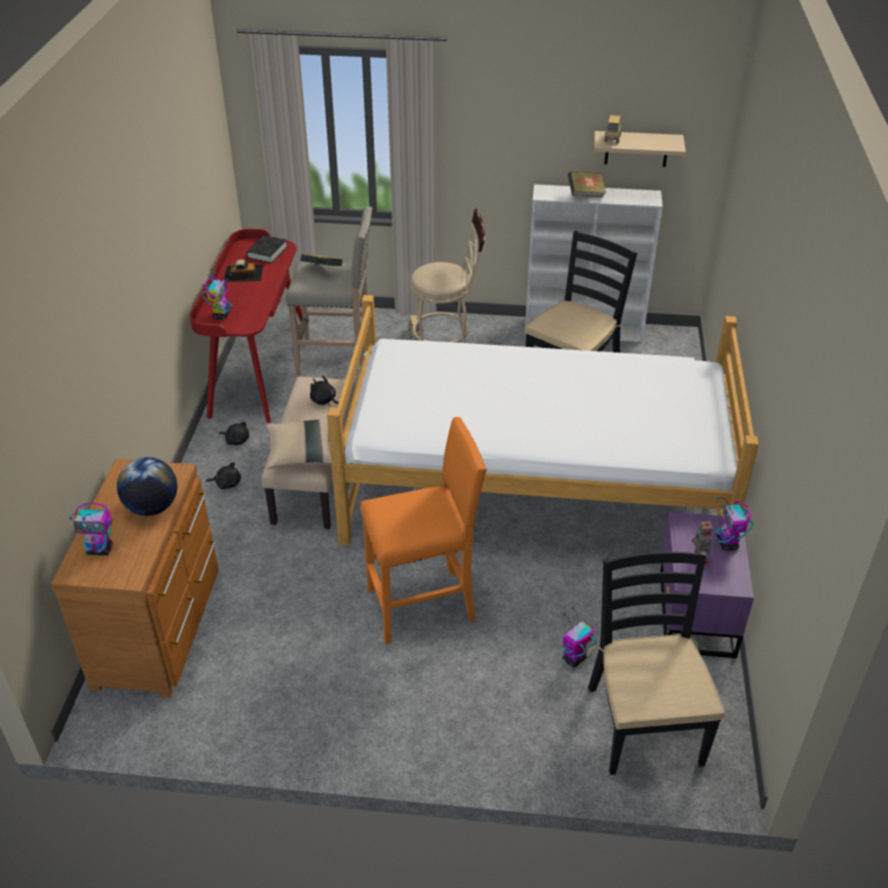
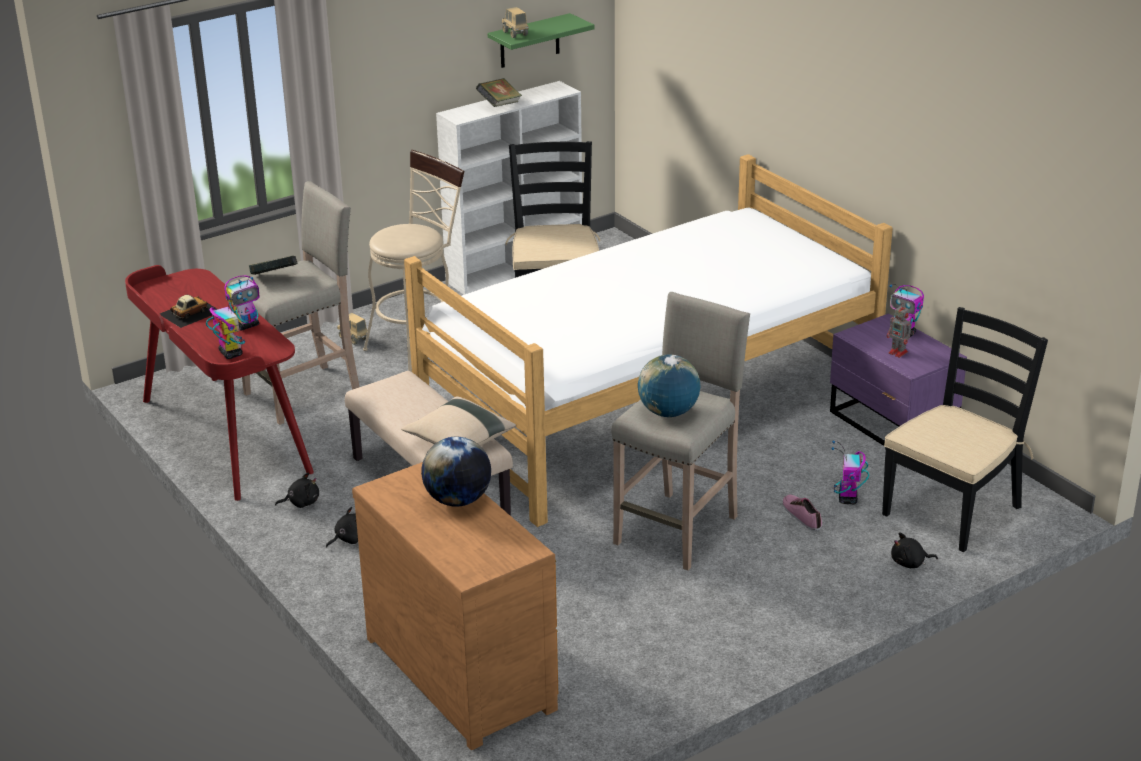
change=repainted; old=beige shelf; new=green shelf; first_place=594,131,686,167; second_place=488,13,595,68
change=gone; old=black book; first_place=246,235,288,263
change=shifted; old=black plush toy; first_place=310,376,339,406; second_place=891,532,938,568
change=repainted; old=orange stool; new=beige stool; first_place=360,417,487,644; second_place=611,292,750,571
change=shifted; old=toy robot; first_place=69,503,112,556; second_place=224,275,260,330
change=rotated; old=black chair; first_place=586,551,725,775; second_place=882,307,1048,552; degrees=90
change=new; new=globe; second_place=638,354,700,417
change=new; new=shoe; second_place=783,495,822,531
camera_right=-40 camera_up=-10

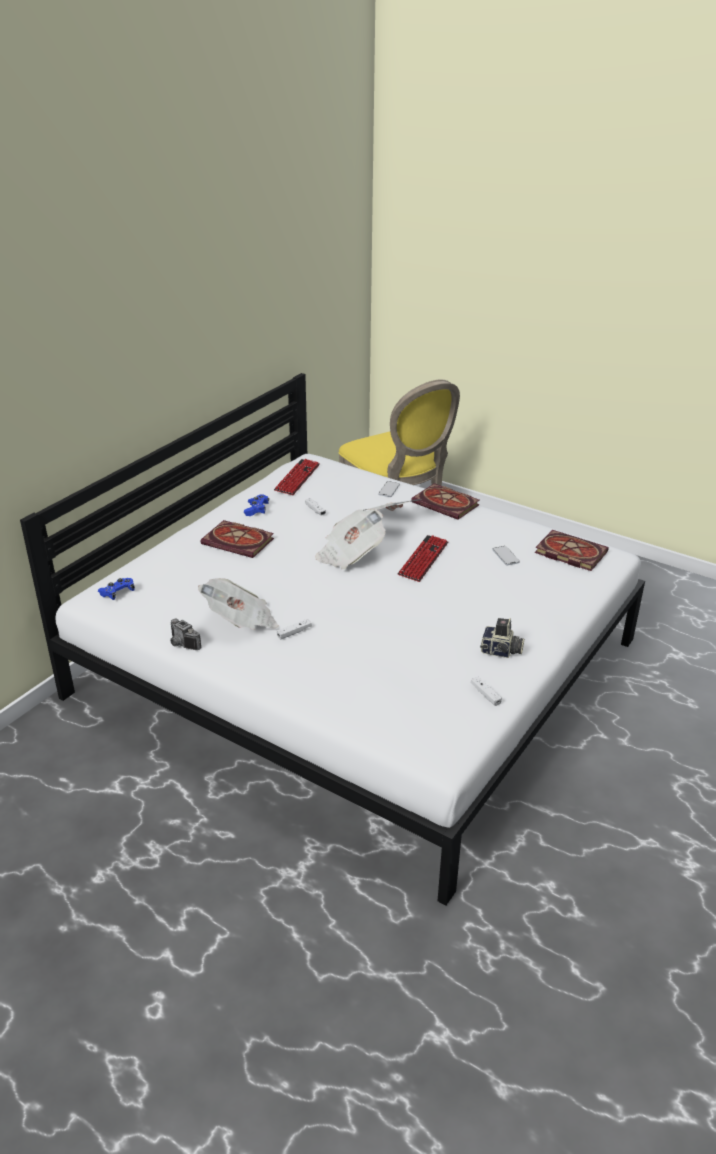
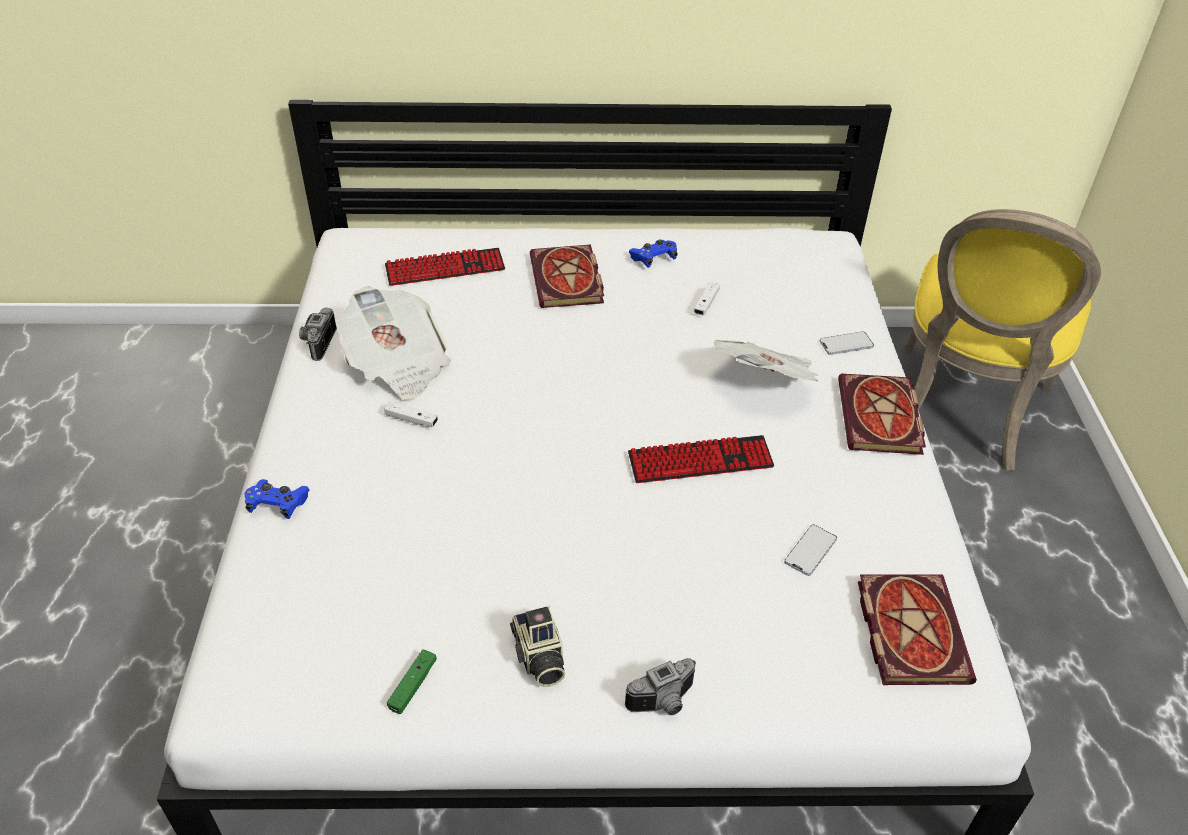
change=shifted; old=keyboard; first_place=274,459,320,495; second_place=385,248,505,286
change=gone; old=newspaper; first_place=315,509,386,569
change=shifted; old=blue game controller; first_place=98,578,135,600; second_place=244,479,310,519
change=repainted; old=white game controller; new=green game controller; first_place=471,677,502,706; second_place=387,649,437,714
change=new; new=photo camera; second_place=625,658,696,715
camera_right=55 camera_up=10

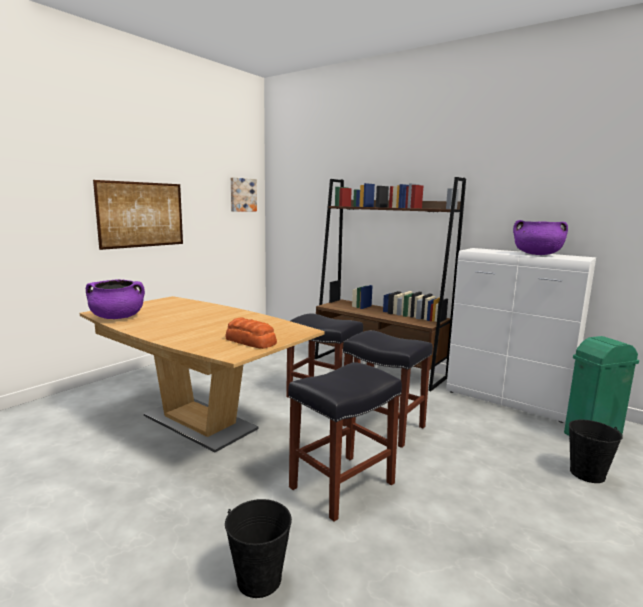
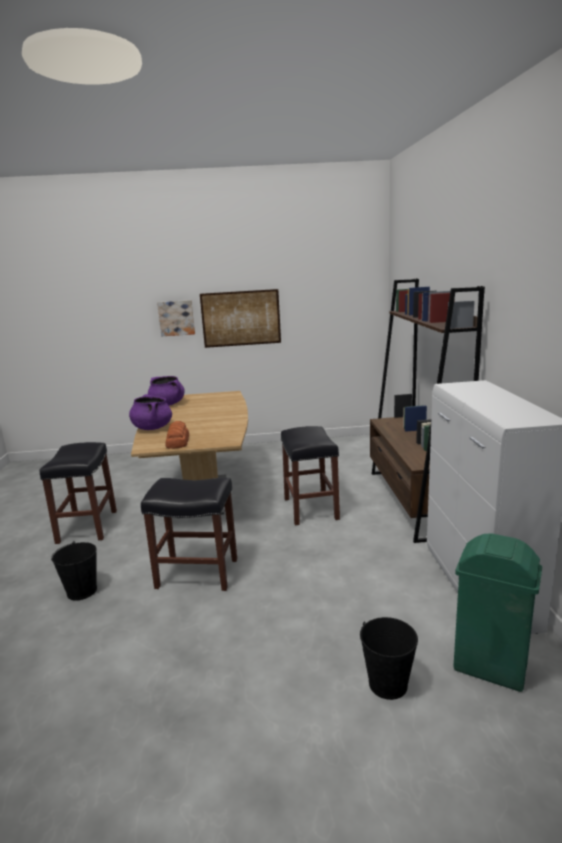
change=shifted; old=picture; first_place=231,177,257,212; second_place=157,300,195,336
change=shifted; old=purple cooking pot; first_place=513,220,568,255; second_place=129,394,172,430
change=shifted; old=black stool; first_place=343,330,433,448; second_place=40,442,117,544
camera_right=50 camera_up=5

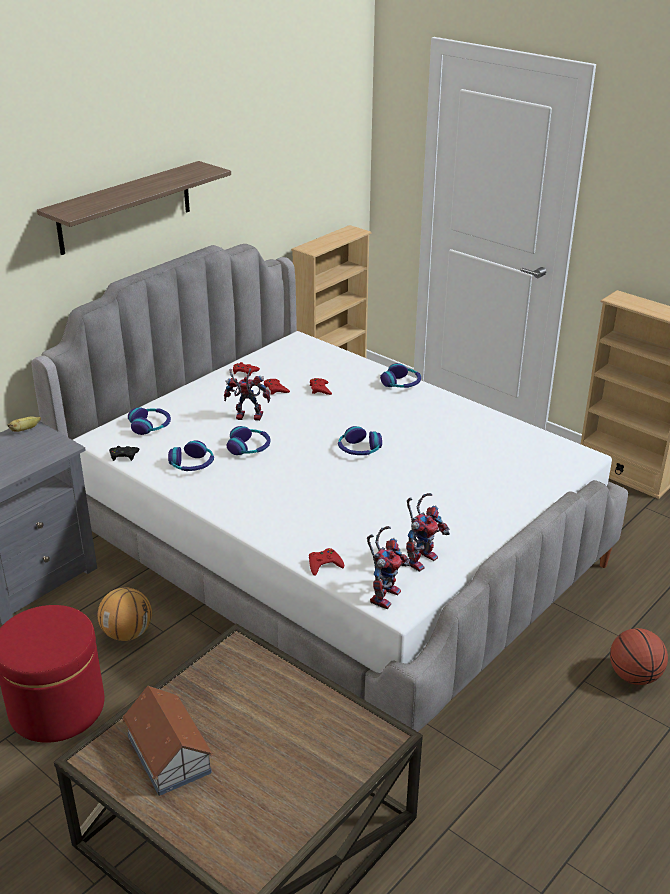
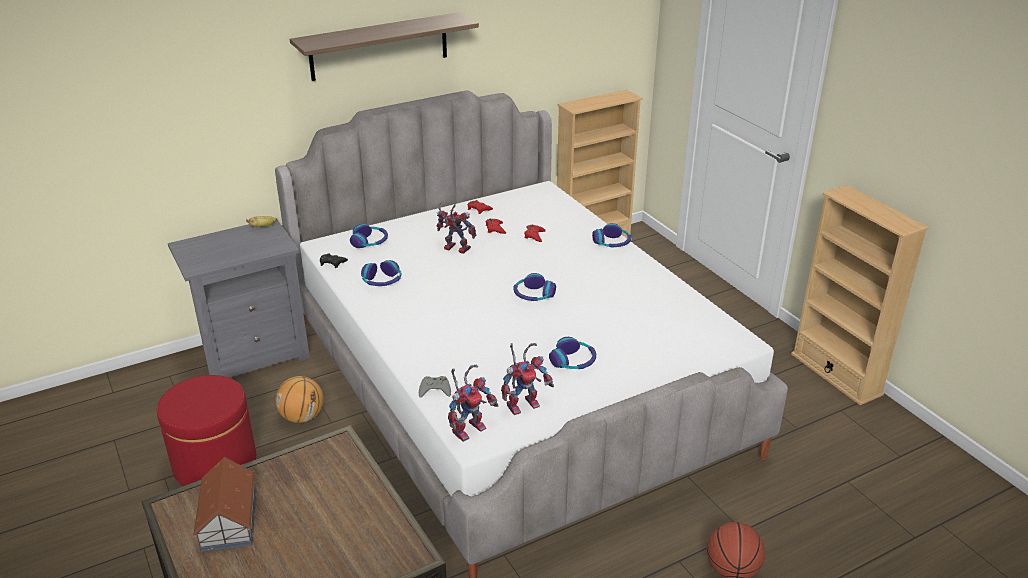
change=shifted; old=headphones; first_place=226,426,271,455; second_place=549,337,596,369
change=repainted; old=red game controller; new=grey game controller; first_place=309,548,344,576; second_place=419,376,451,398
camera_right=20 camera_up=0

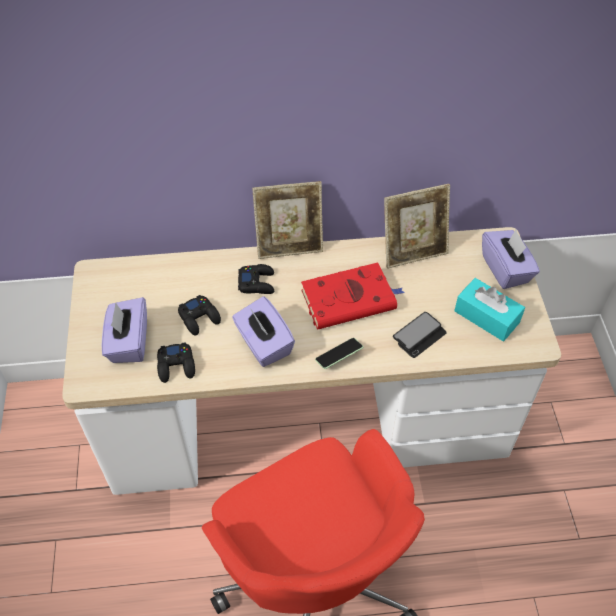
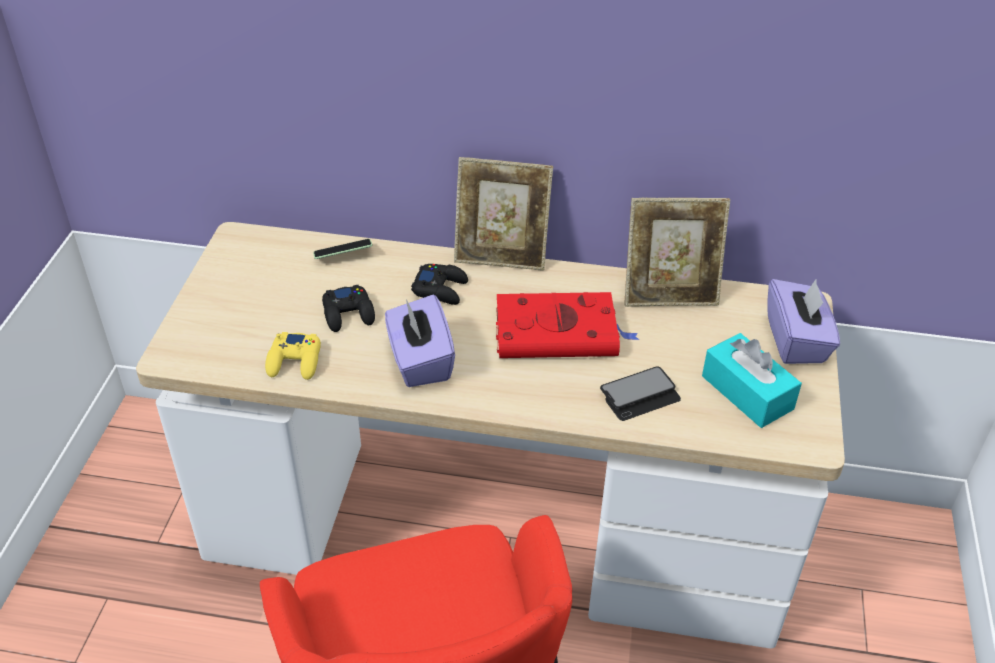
change=gone; old=purple tissue box; first_place=102,297,147,363
change=shifted; old=phone; first_place=315,338,364,369; second_place=313,239,372,259
change=repainted; old=black game controller; new=yellow game controller; first_place=157,342,195,383; second_place=265,332,321,380
camera_right=15 camera_up=-10

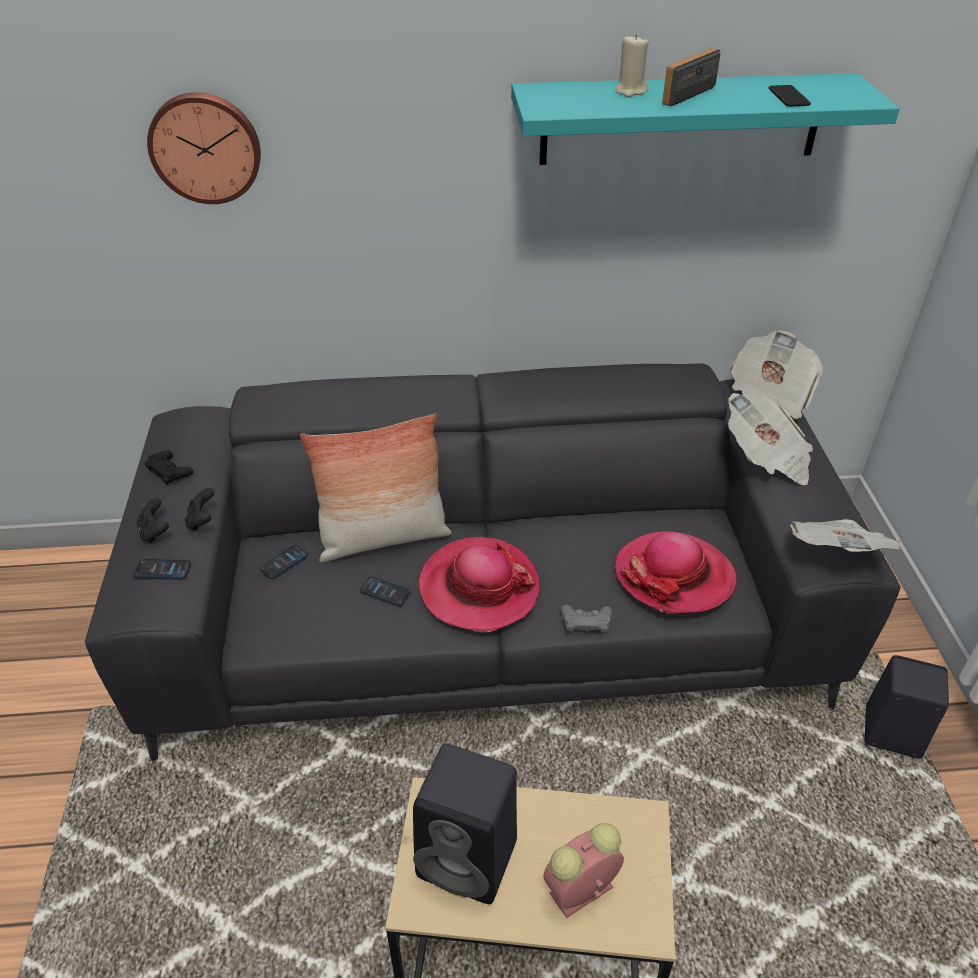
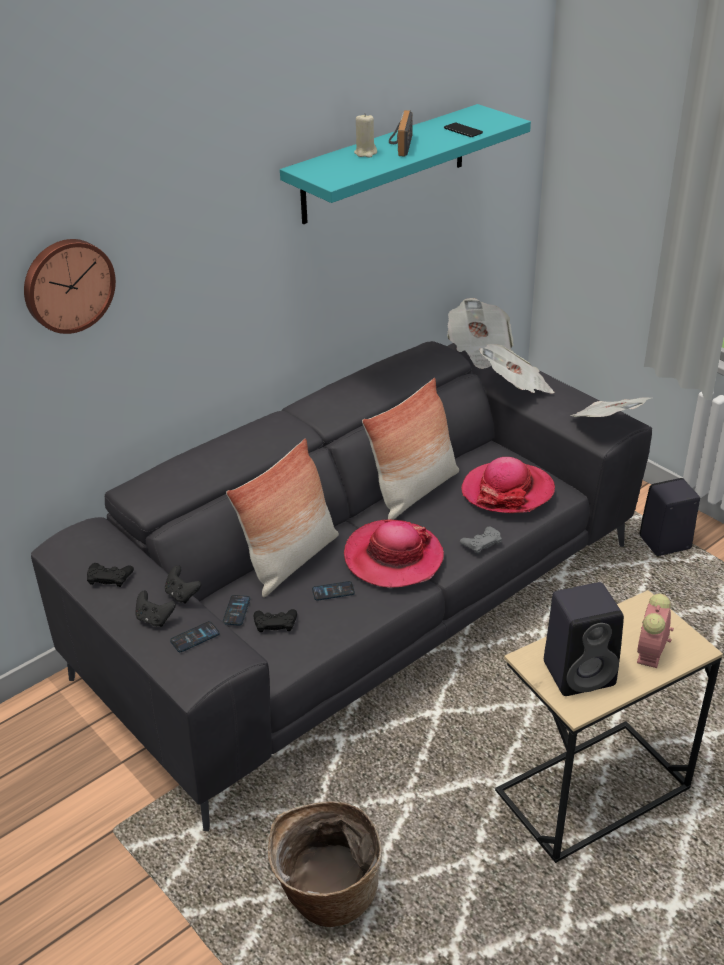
change=new; new=pillow; second_place=362,378,459,520
change=new; new=black game controller; second_place=254,609,297,632
change=new; new=basket; second_place=268,801,382,927
camera_right=-35 camera_up=-5

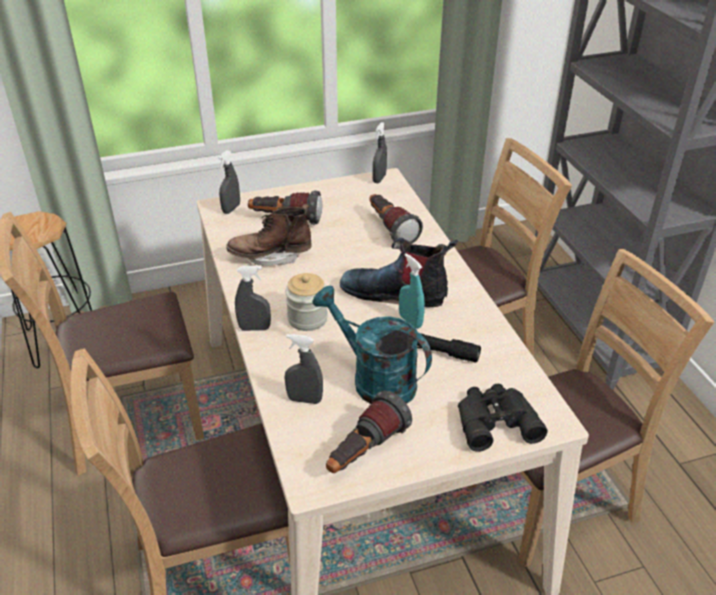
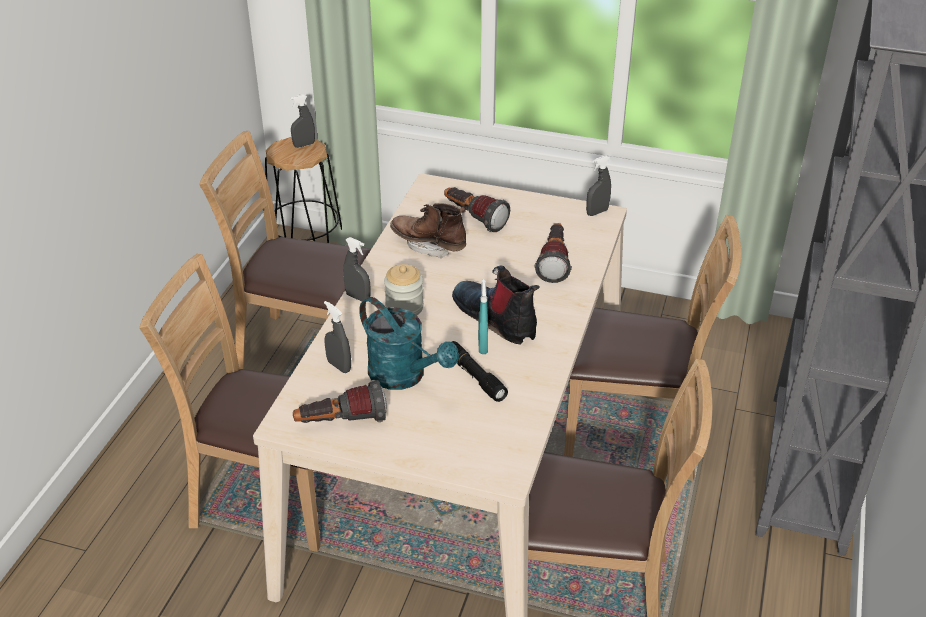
change=shifted; old=grey spray bottle; first_place=218,150,240,214; second_place=290,94,315,148
change=rotated; old=turquoise watering can; first_place=312,286,432,404; second_place=359,297,459,390; degrees=150
change=gone; old=black binoculars; first_place=458,384,548,452
camera_right=35 camera_up=0

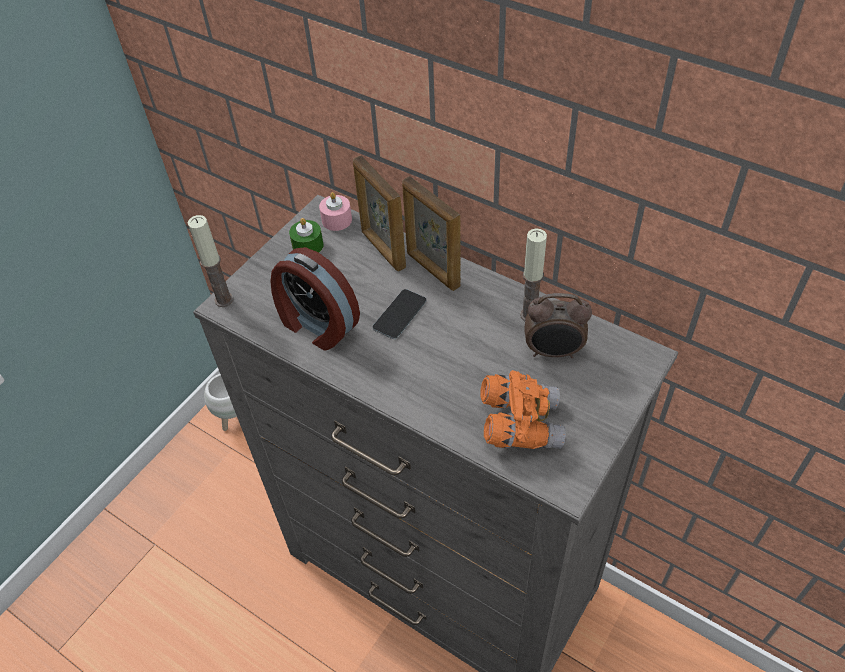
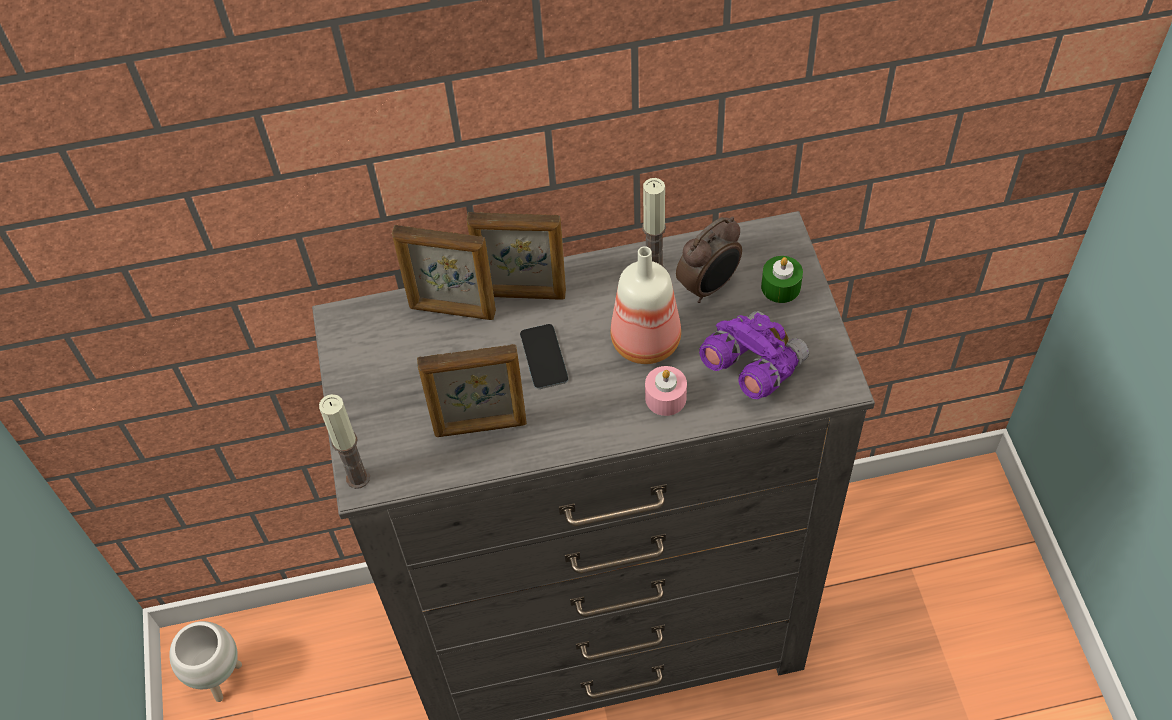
change=shifted; old=pink candle; first_place=319,192,352,231; second_place=645,366,687,416
change=shifted; old=green candle; first_place=289,218,323,253; second_place=761,256,803,303
change=swapped; old=alarm clock; new=picture frame; first_place=270,247,360,351; second_place=417,344,527,437
change=repainted; old=orange binoculars; new=purple binoculars; first_place=480,370,566,449; second_place=699,311,809,399
change=new; new=bottle; second_place=611,246,681,364
camera_right=-45 camera_up=5

